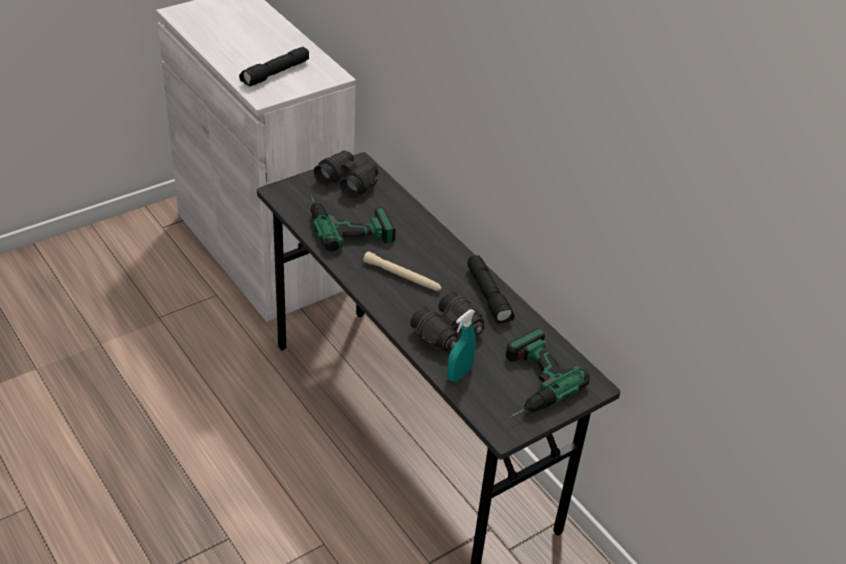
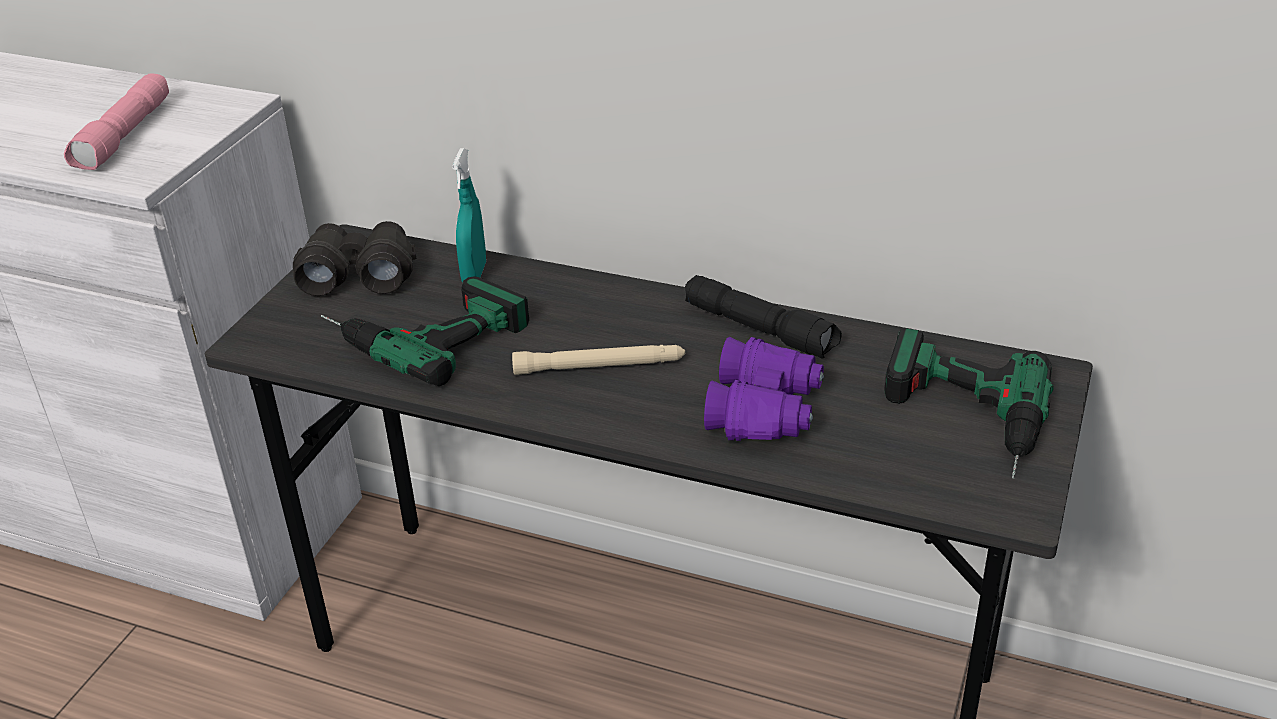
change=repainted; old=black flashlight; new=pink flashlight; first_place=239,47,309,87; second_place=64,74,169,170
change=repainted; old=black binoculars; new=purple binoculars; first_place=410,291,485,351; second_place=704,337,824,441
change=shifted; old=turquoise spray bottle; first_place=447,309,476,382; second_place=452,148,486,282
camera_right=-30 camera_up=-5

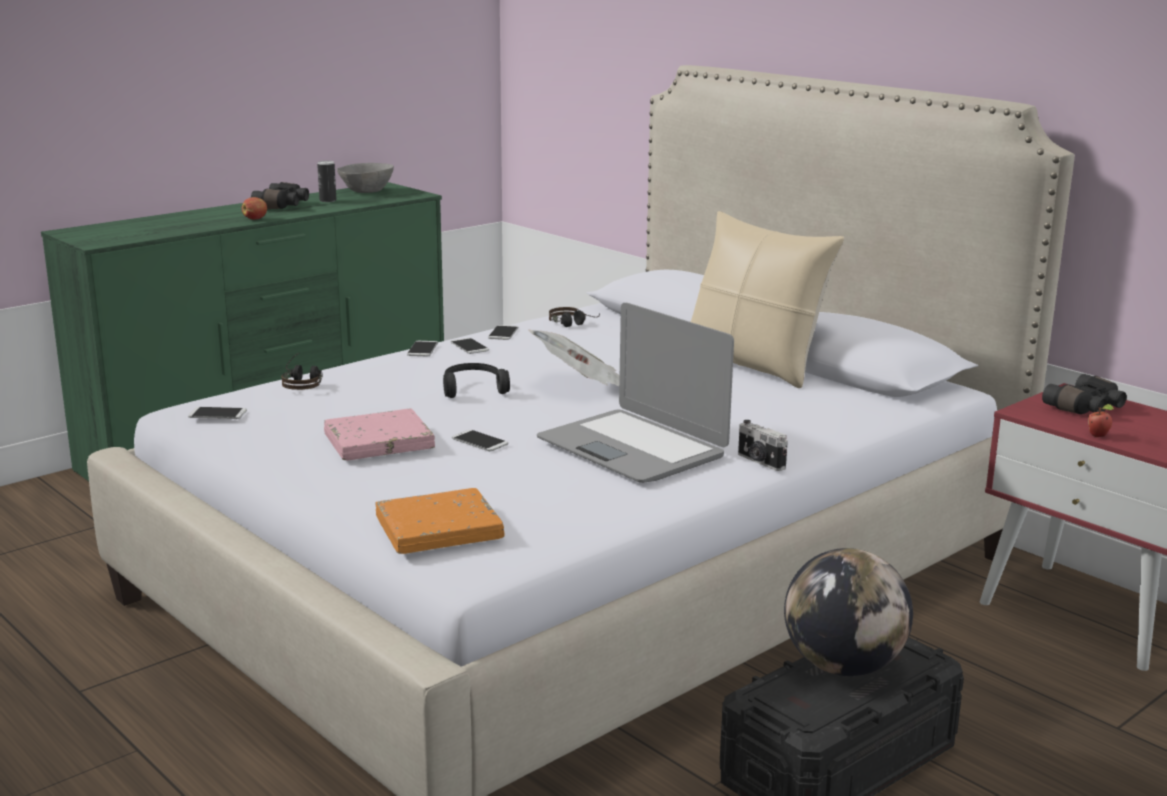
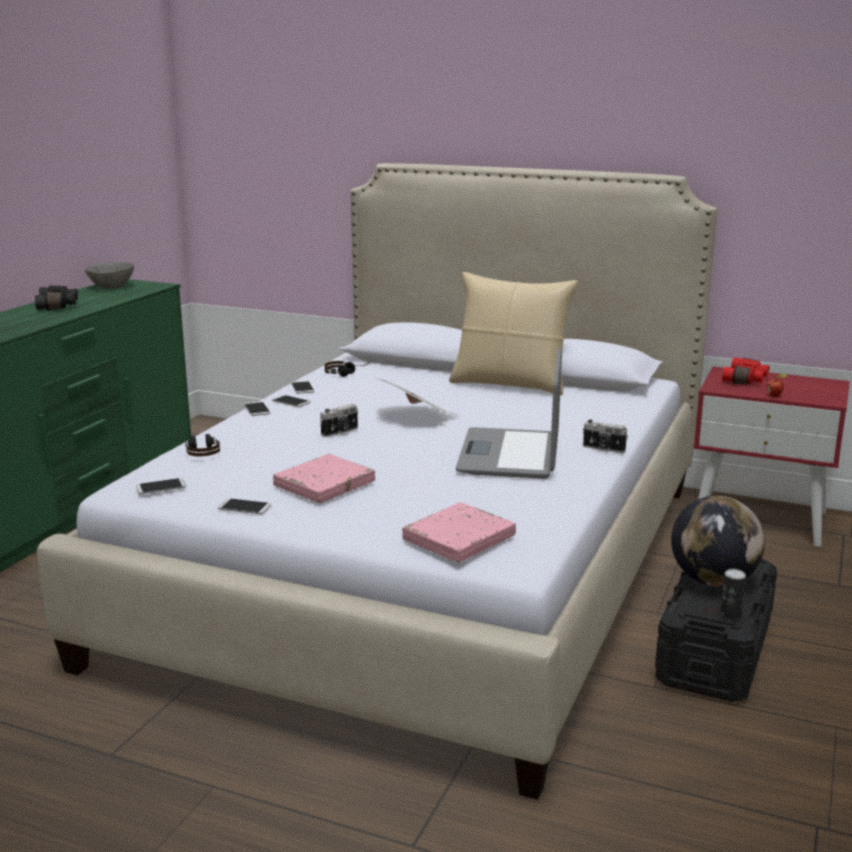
change=shifted; old=can; first_place=317,161,336,202; second_place=720,569,746,620
change=gone; old=apple; first_place=242,197,267,219
change=rotated; old=laptop; first_place=537,303,734,483; second_place=456,349,562,479; degrees=75
change=swapped; old=black headphones; new=photo camera; first_place=443,363,510,398; second_place=320,404,358,437
change=repainted; old=black binoculars; new=red binoculars; first_place=1042,374,1127,414; second_place=722,358,769,384
change=shifted; old=phone; first_place=452,430,508,451; second_place=218,498,271,514
change=repainted; old=orange book; new=pink book; first_place=376,488,504,554; second_place=402,502,516,562
camera_right=-25 camera_up=0

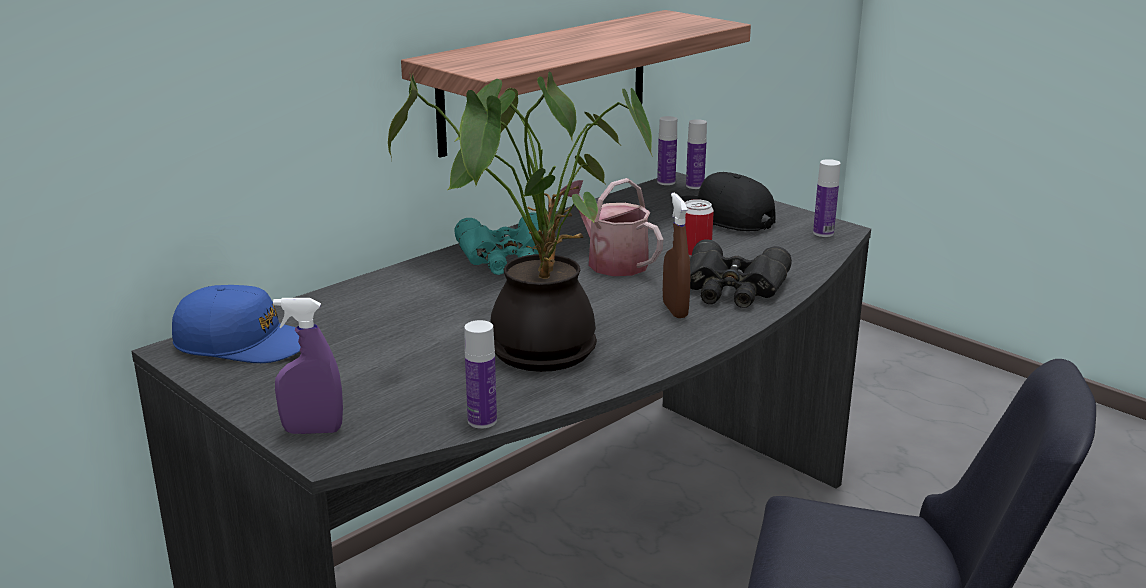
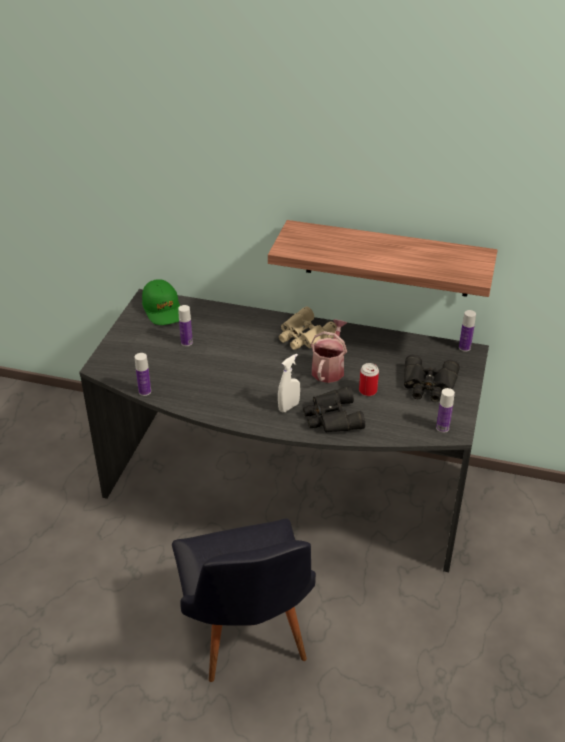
change=gone; old=potted plant; first_place=388,71,653,372
change=shifted; old=bottle; first_place=686,119,707,189; second_place=178,305,193,346
change=swapped; old=black cap; new=black binoculars; first_place=680,172,776,231; second_place=404,355,460,402
change=repainted; old=brown spray bottle; new=white spray bottle; first_place=663,193,691,318; second_place=278,354,300,413
change=repainted; old=turquoise binoculars; new=beige binoculars; first_place=455,213,543,275; second_place=279,306,337,350
change=repainted; old=blue cap; new=green cap; first_place=172,285,301,363; second_place=142,279,180,325
change=gone; old=purple spray bottle; first_place=273,298,343,434
camera_right=60 camera_up=15

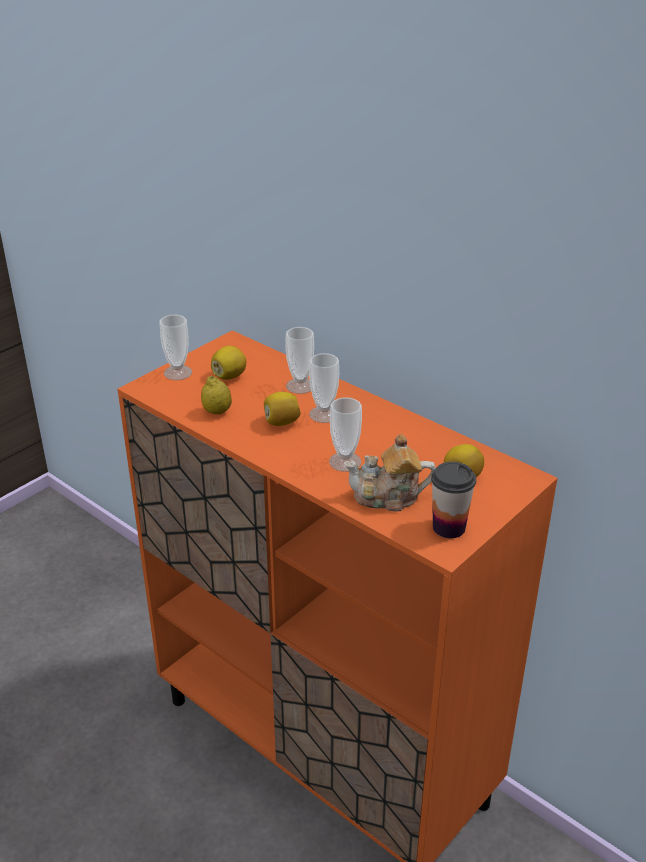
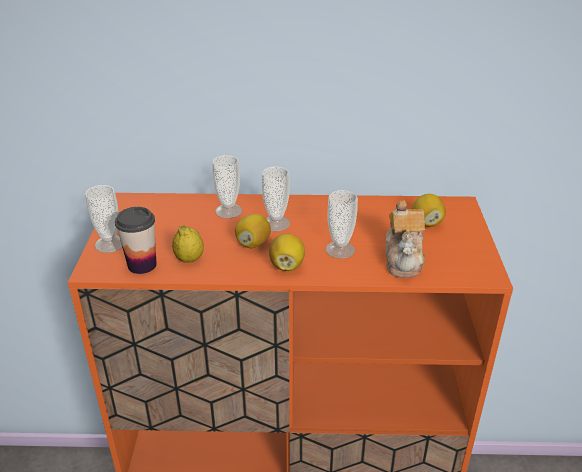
change=shifted; old=lemon; first_place=211,346,246,380; second_place=269,234,305,271
change=rotated; old=teapot; first_place=344,434,436,511; second_place=385,200,425,278; degrees=-45
change=shifted; old=cup; first_place=431,462,476,538; second_place=115,207,157,274
camera_right=-40 camera_up=0

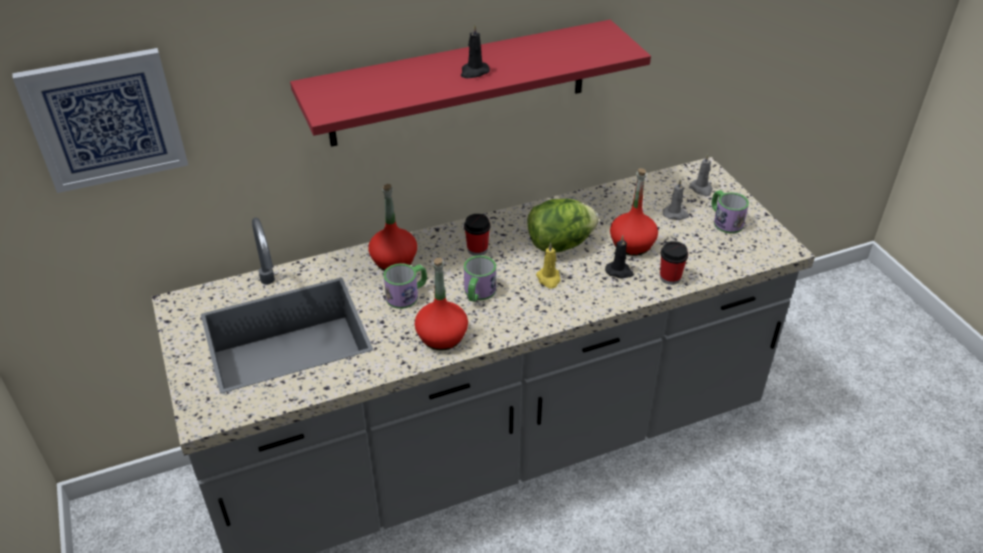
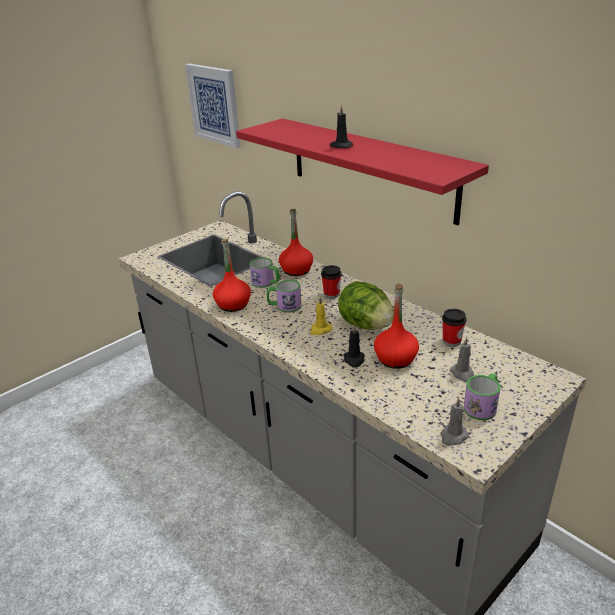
change=shifted; old=grey candle; first_place=690,154,713,196; second_place=440,398,469,446
change=shifted; old=cup; first_place=660,241,688,285; second_place=442,309,467,347
camera_right=70 camera_up=-10

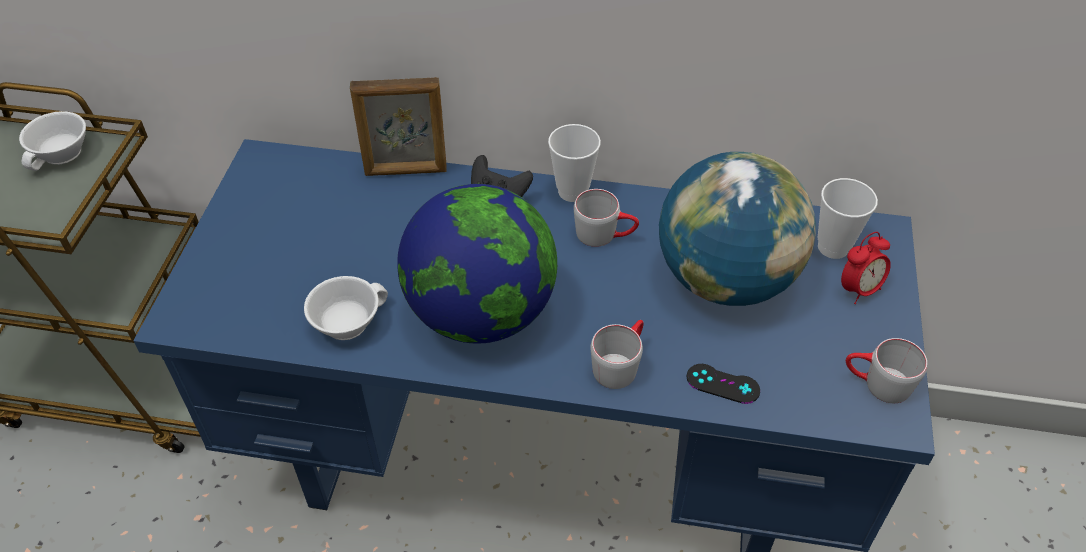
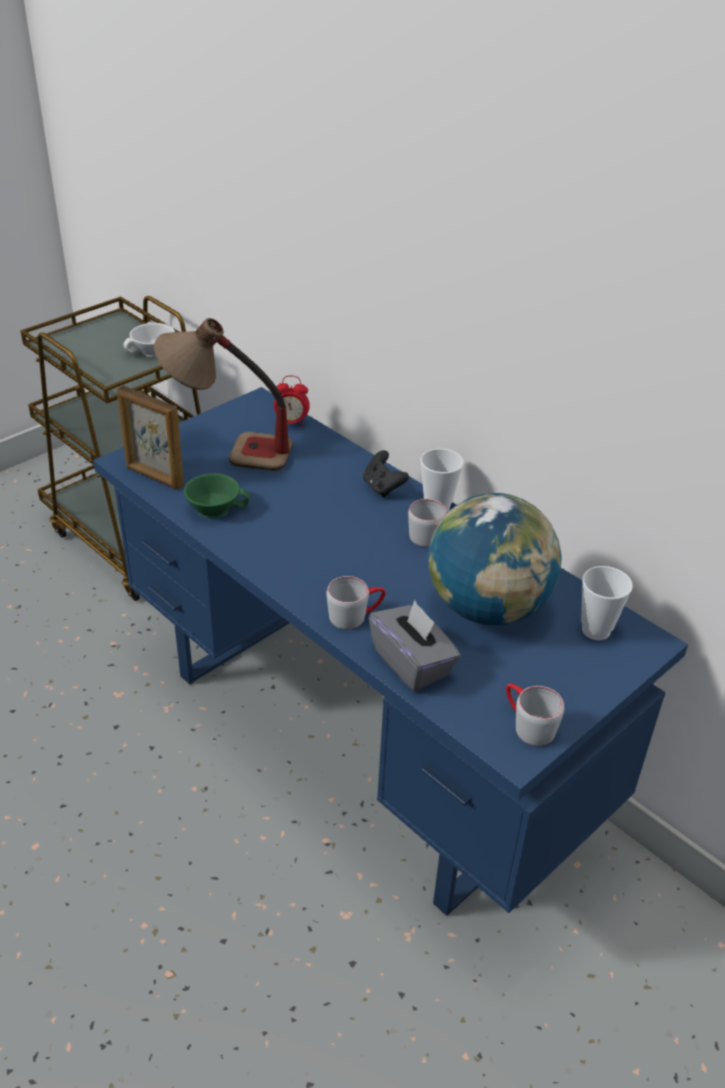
change=shifted; old=picture frame; first_place=350,77,447,176; second_place=117,385,184,490
change=gone; old=globe; first_place=397,184,557,344
change=shifted; old=alarm clock; first_place=841,232,891,305; second_place=274,376,310,428
change=repainted; old=white cup; new=green cup; first_place=304,276,388,340; second_place=184,473,249,518
change=swapped; old=black game controller; new=grey tissue box; first_place=687,364,760,404; second_place=369,600,461,691
change=new; new=table lamp; second_place=154,318,293,471
camera_right=35 camera_up=-10

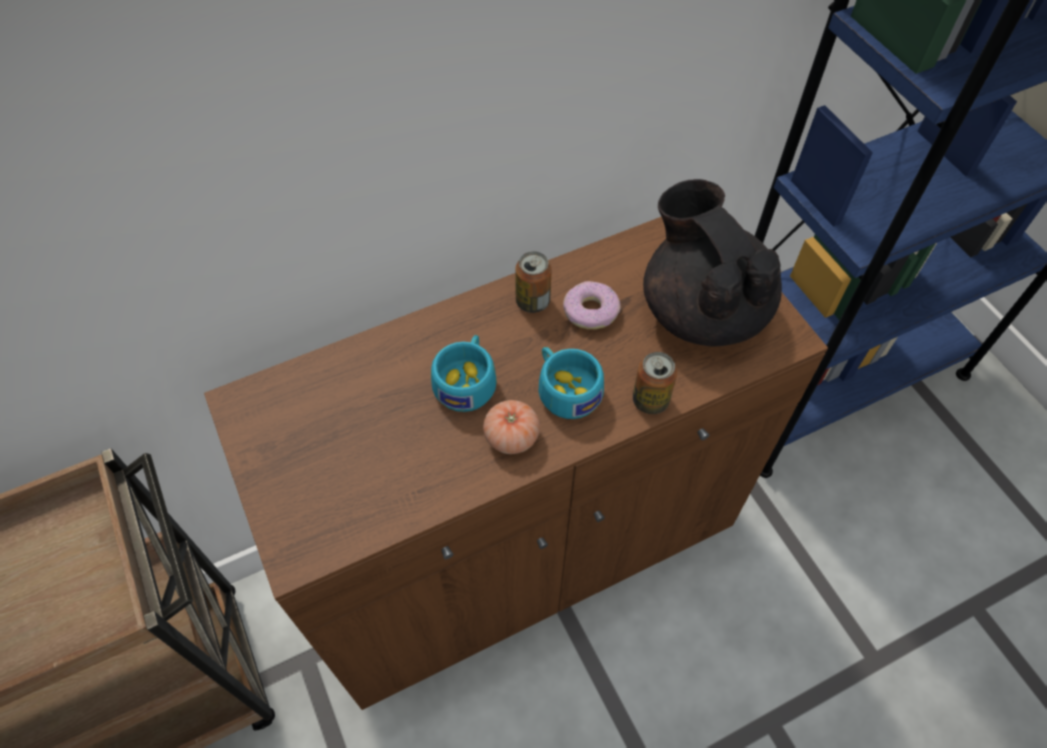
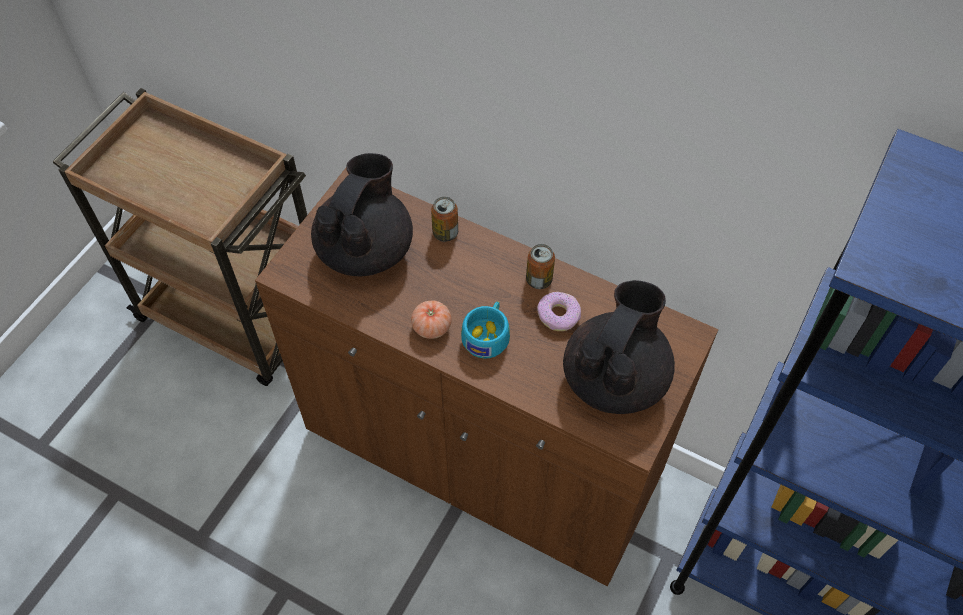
change=gone; old=turquoise cup; first_place=431,335,497,412
change=shifted; old=can; first_place=633,352,677,414; second_place=431,197,458,242
change=new; new=black teapot; second_place=311,153,413,276
camera_right=55 camera_up=0

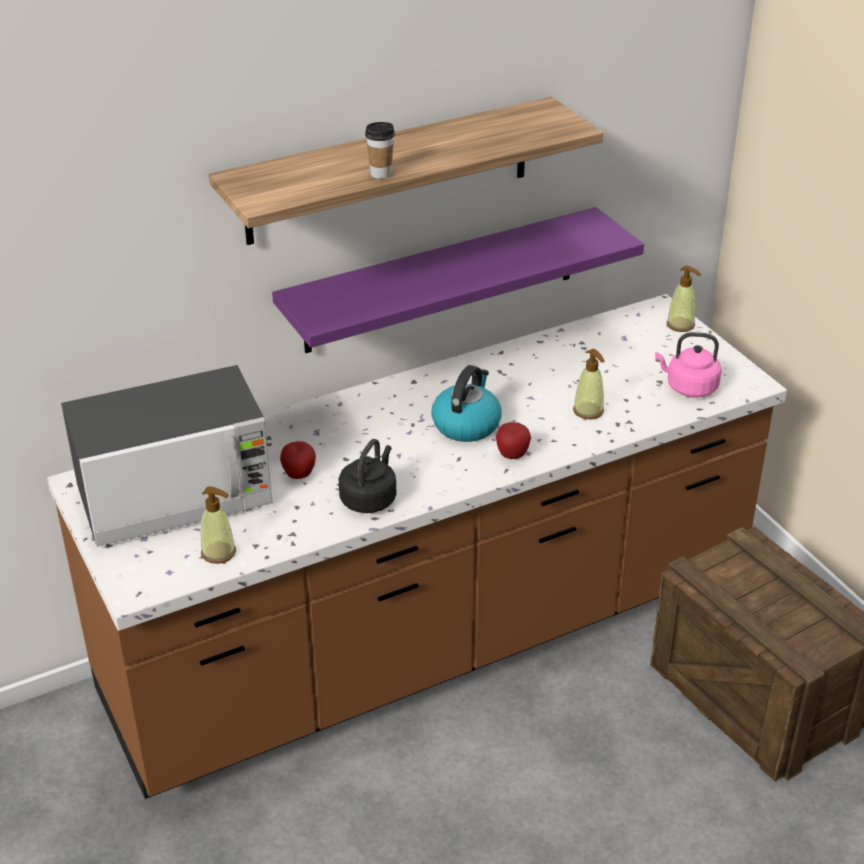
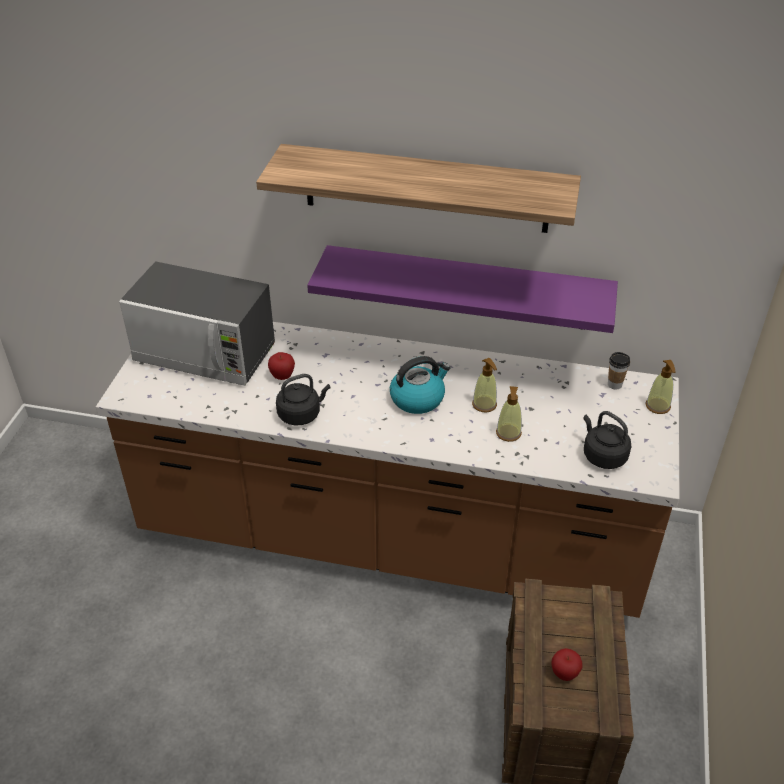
change=shifted; old=cup; first_place=365,122,395,179; second_place=608,352,630,389
change=repainted; old=pink kettle; new=black kettle; first_place=655,332,722,398; second_place=583,411,632,469
change=shifted; old=apple; first_place=496,422,531,459; second_place=551,648,583,681
change=shifted; old=soap dispenser; first_place=201,486,236,564; second_place=472,358,497,412
camera_right=40 camera_up=5

